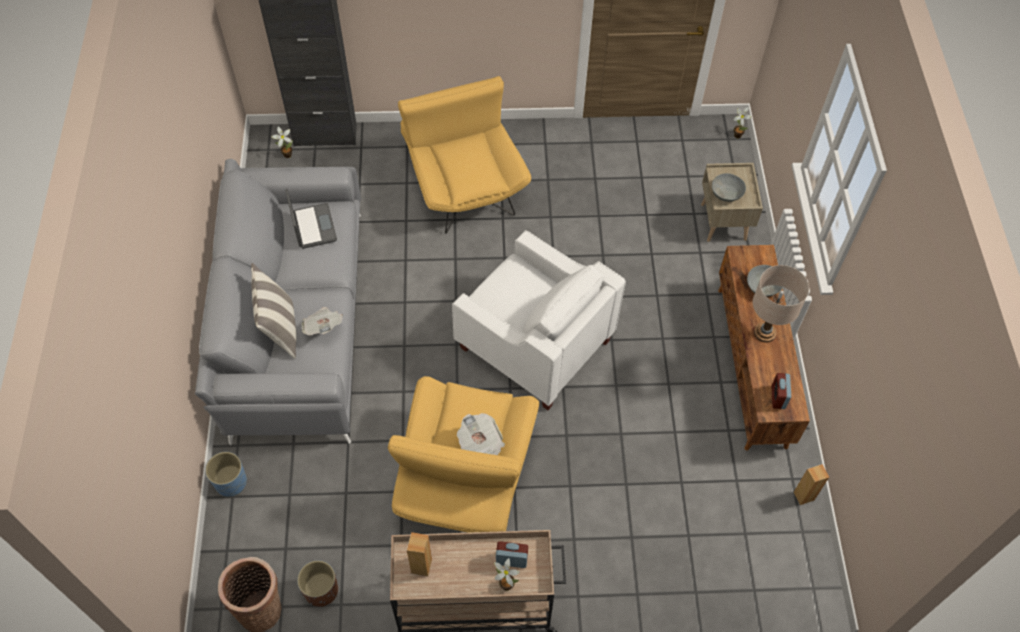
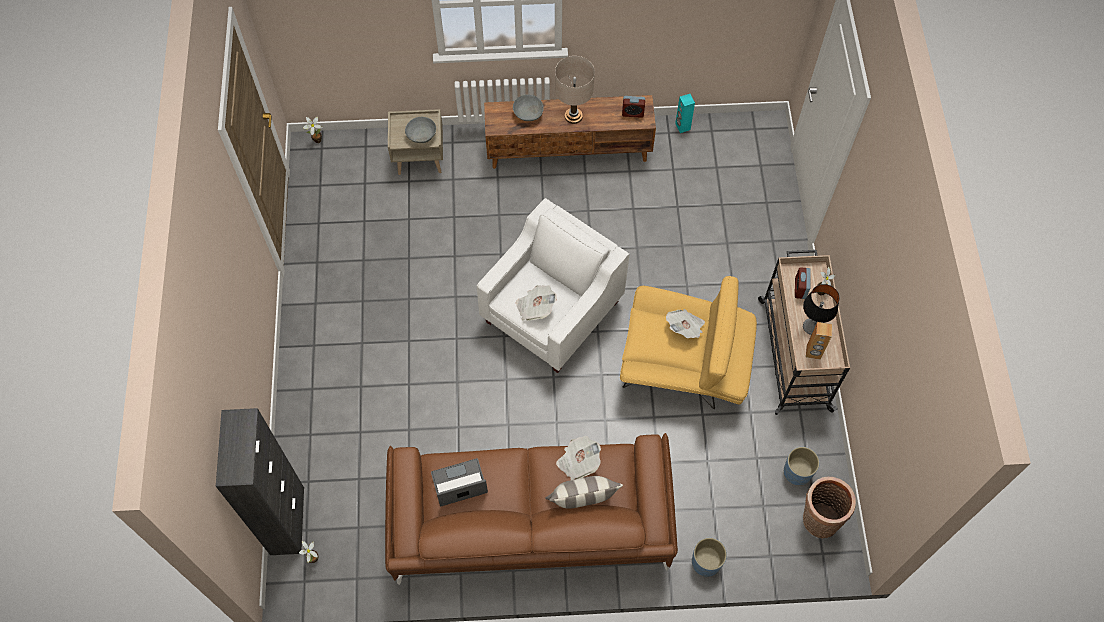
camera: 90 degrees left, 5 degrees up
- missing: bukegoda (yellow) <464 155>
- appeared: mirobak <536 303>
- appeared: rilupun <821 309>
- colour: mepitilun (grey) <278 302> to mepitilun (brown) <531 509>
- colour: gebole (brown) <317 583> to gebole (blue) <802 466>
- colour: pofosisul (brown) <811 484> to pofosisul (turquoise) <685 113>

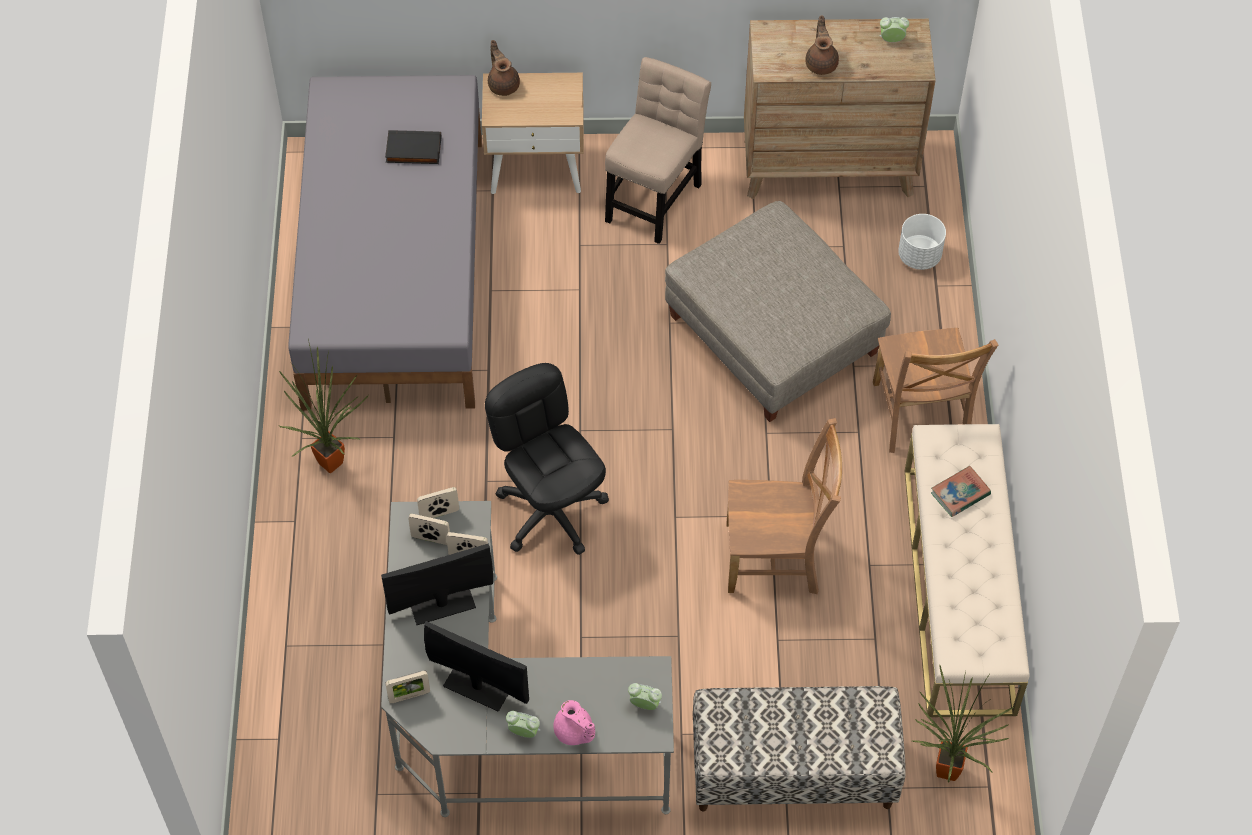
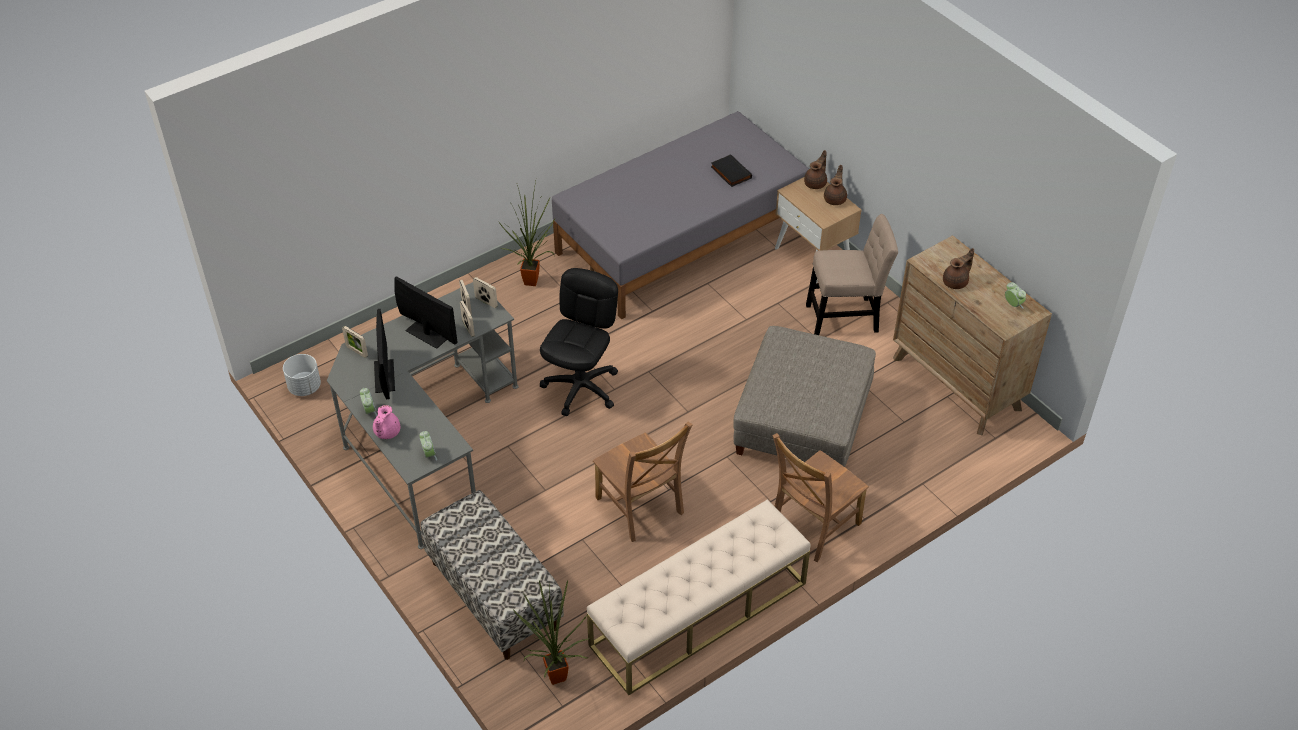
camera: 55 degrees right, 10 degrees down
- missing: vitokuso <961 491>
- appeared: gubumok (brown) <835 185>
- relocated: gebole (white) <922 242> to <302 375>

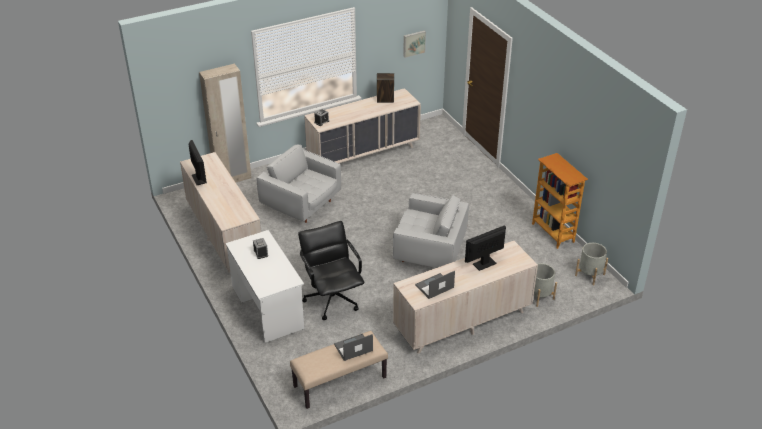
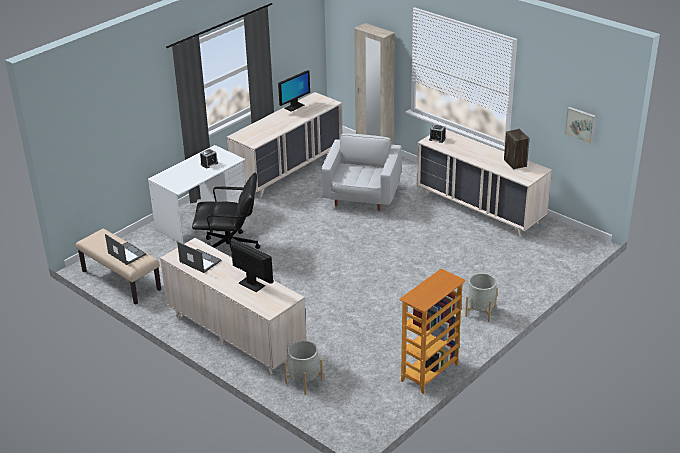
camera: 70 degrees right, 5 degrees down
- missing: bukegoda (white) <431 230>
- relocated: gebole (grey) <591 264> to <481 297>
- spun: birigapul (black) <331 270> = <226 211> 45 degrees clockwise

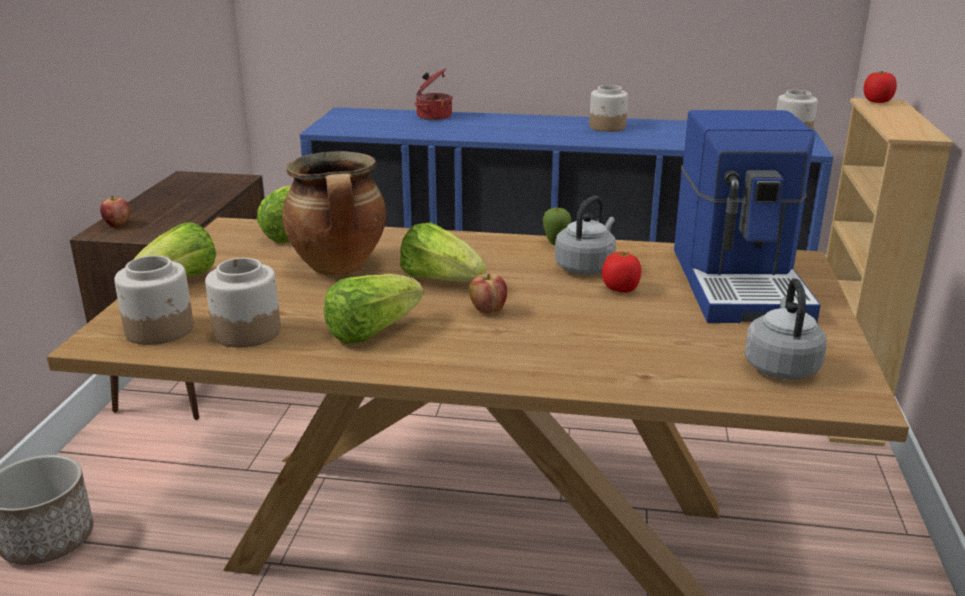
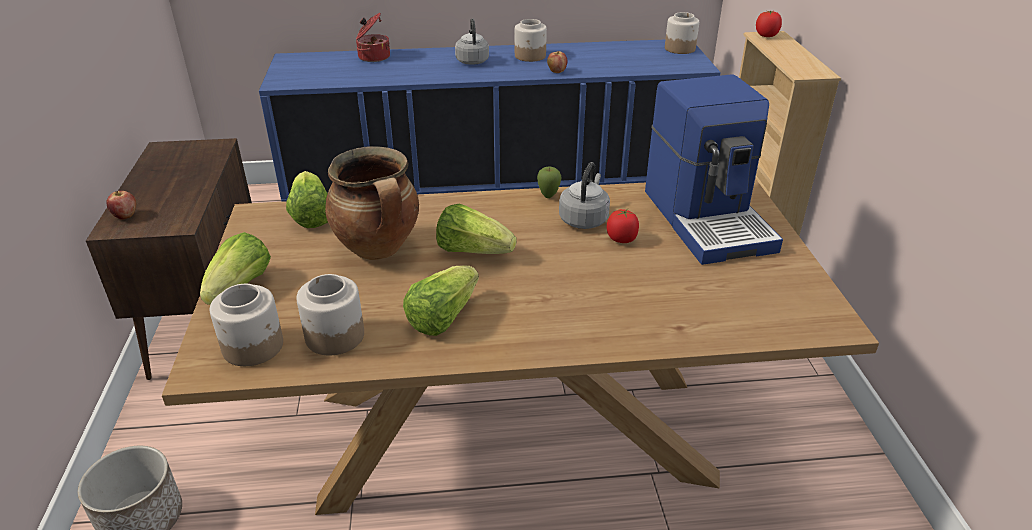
camera: 15 degrees left, 10 degrees up
- relocated: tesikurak <488 294> to <557 62>
- relocated: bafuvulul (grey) <786 328> to <472 41>

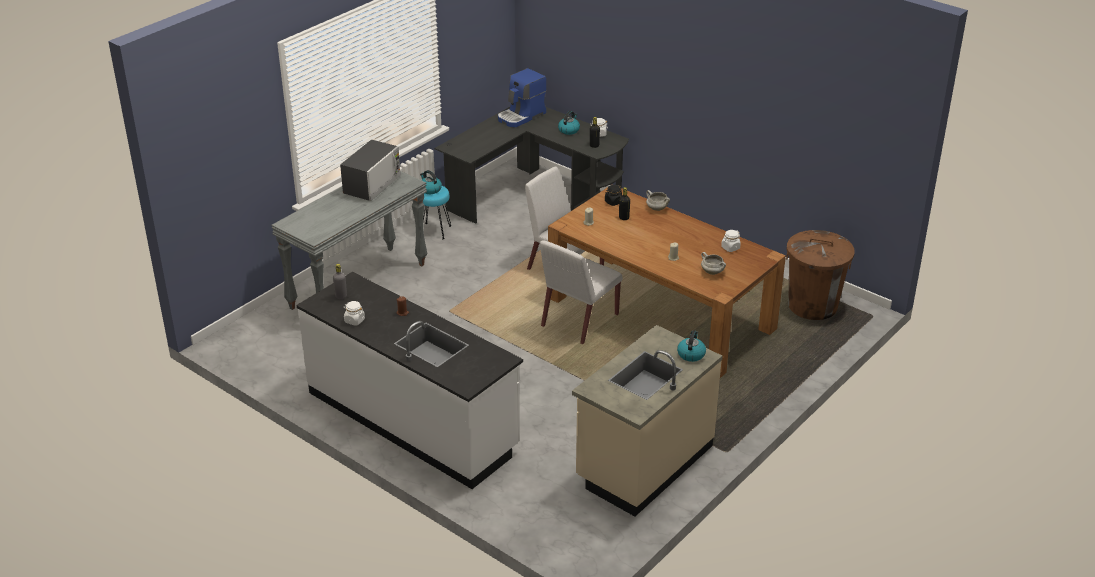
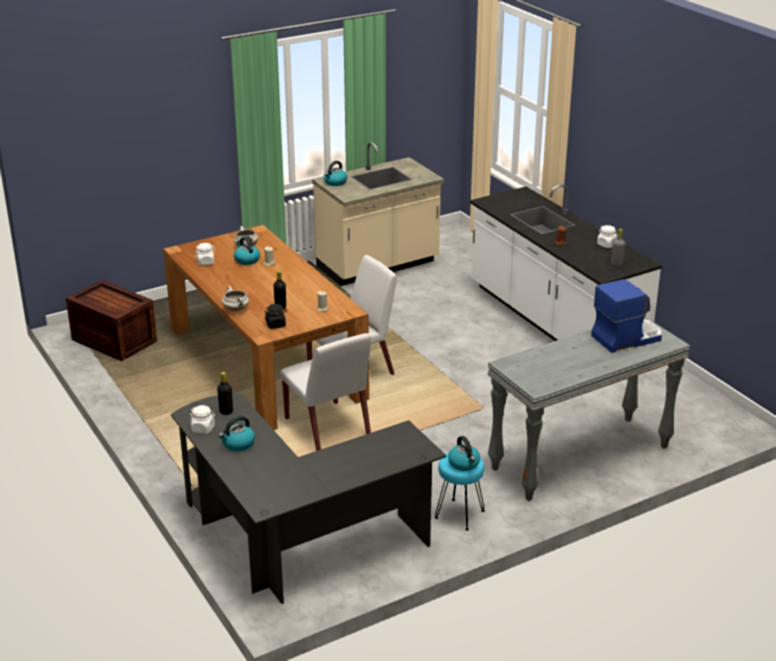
camera: 160 degrees left, 5 degrees down
- missing: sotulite <370 170>
- appeared: bafuvulul <247 251>
- relocated: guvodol <522 97> to <626 316>
- exchanged: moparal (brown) <820 275> to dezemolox <111 320>

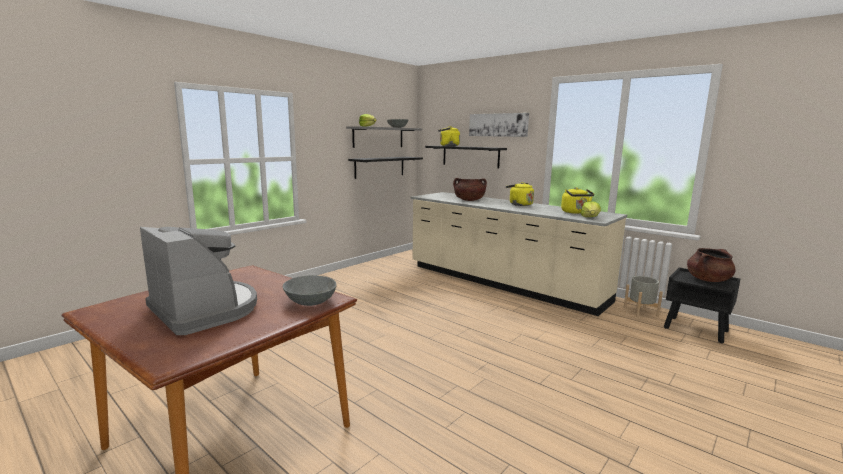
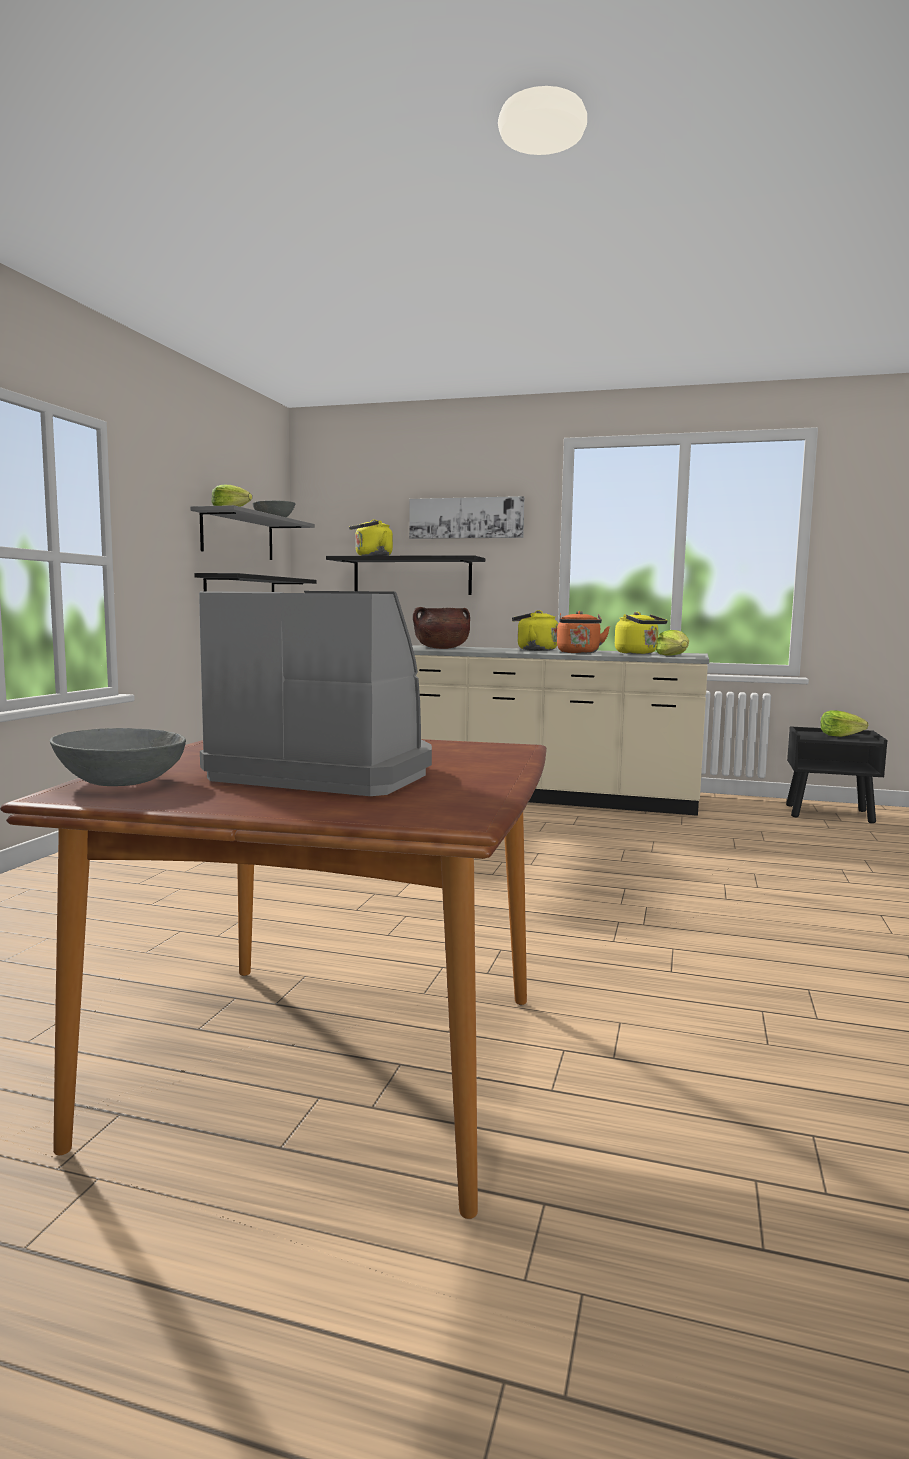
camera: 25 degrees left, 5 degrees down
- missing: gebole (grey) <643 296>
- appeared: bafuvulul (orange) <583 632>
- relocated: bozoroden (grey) <309 290> to <118 757>
- exchanged: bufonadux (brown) <711 265> to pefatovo <844 723>

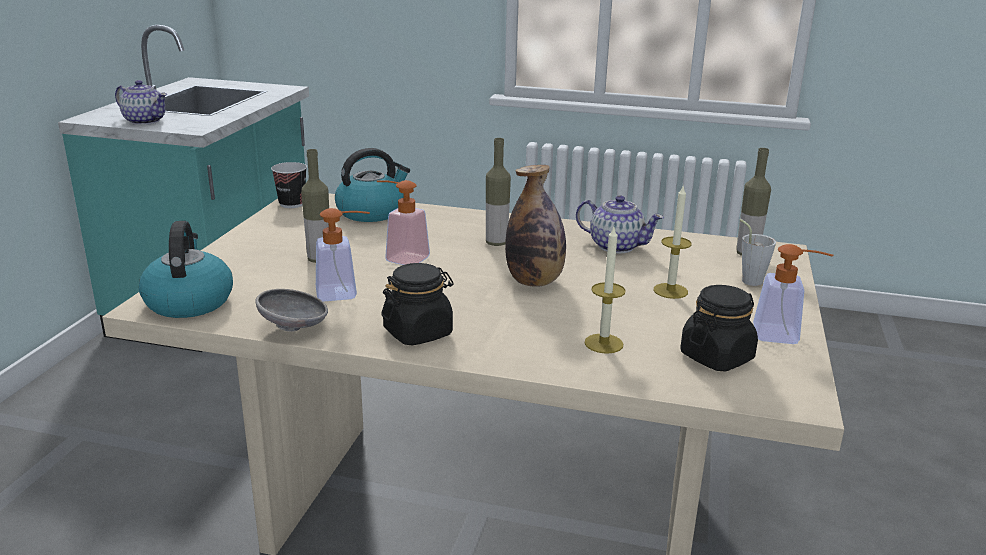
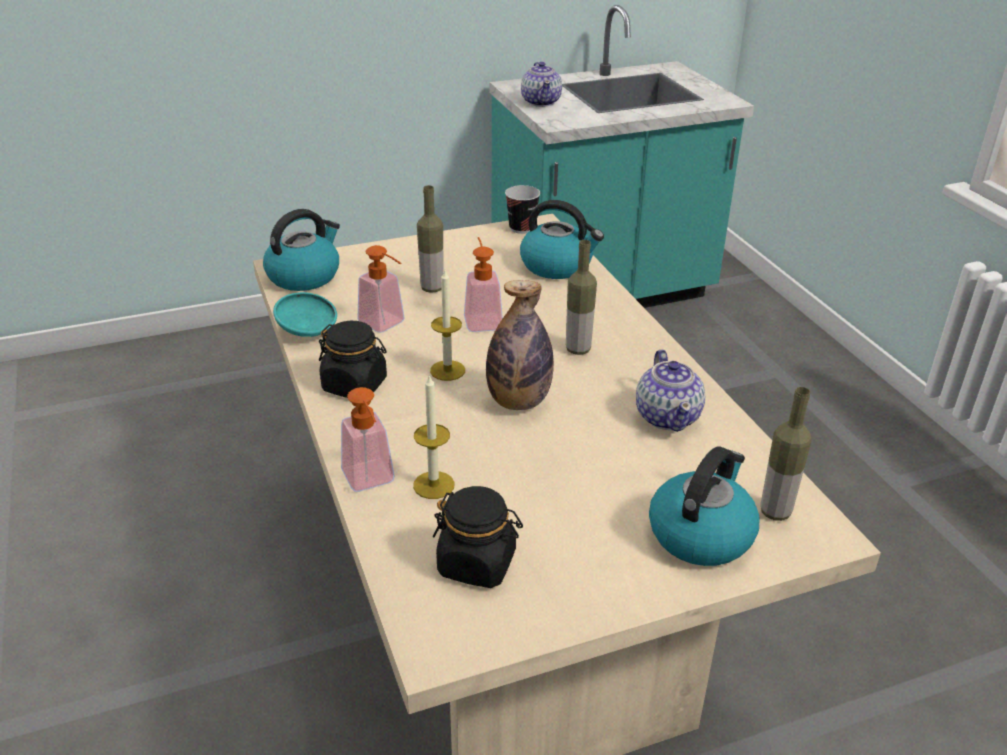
camera: 55 degrees right, 10 degrees up
- relocated: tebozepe <672 241> to <447 325>
- relocated: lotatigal <793 294> to <367 439>
- exchanged: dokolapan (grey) <758 252> to bafuvulul <704 506>
- colour: bozoroden (grey) <291 310> to bozoroden (turquoise) <305 314>

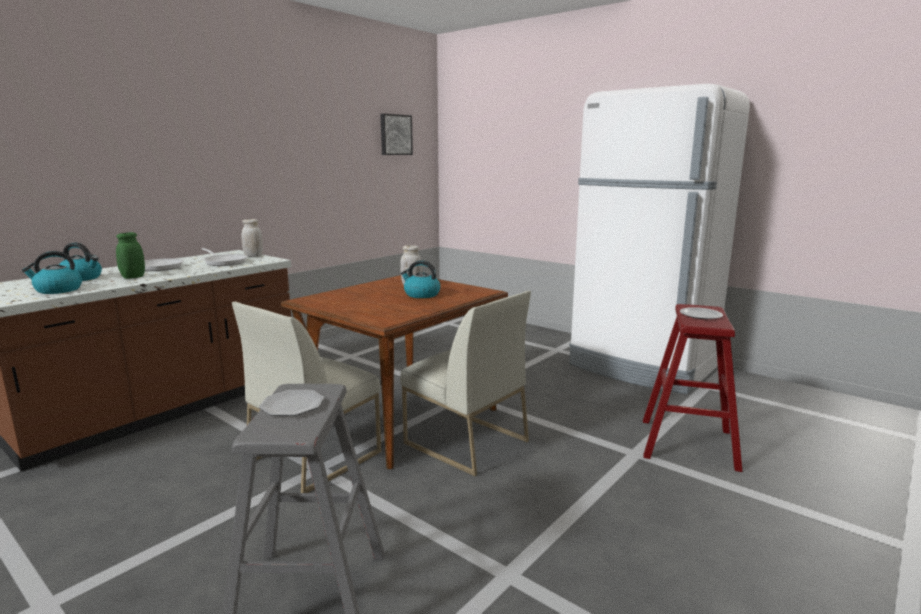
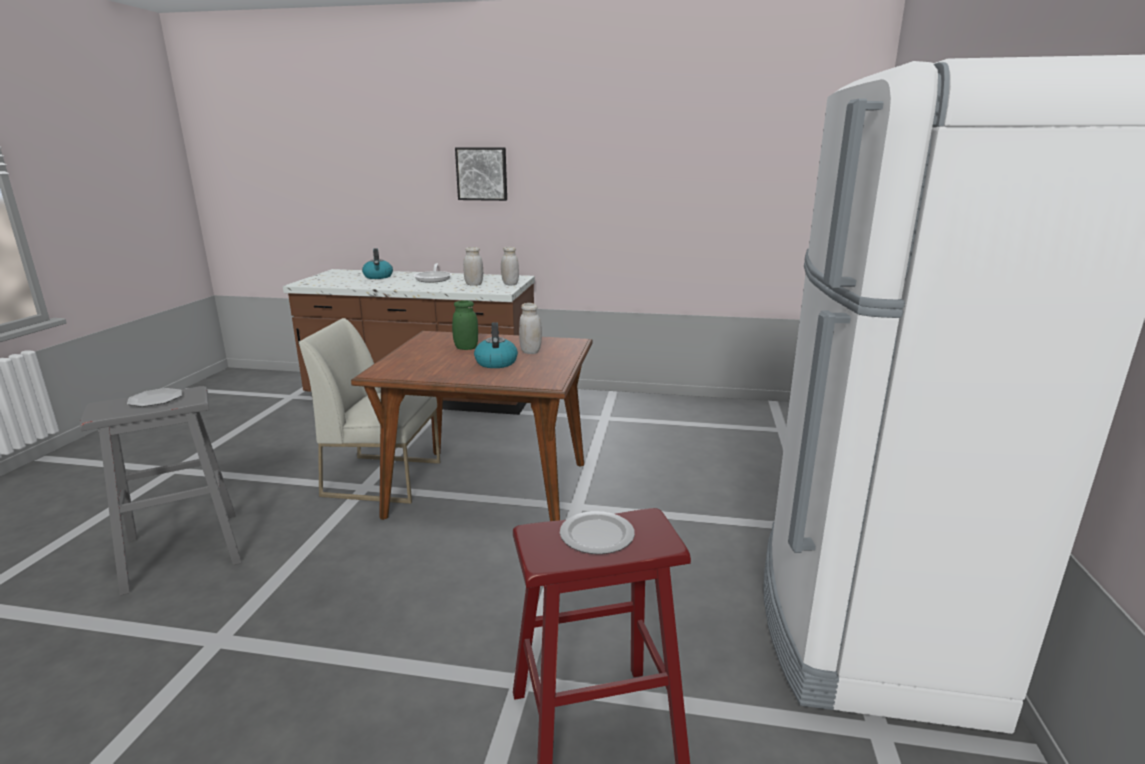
camera: 60 degrees right, 5 degrees up
- missing: bafuvulul <51 272>
- missing: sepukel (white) <465 383>
- relocated: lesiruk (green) <130 255> to <465 325>
- relocated: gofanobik <396 134> to <481 174>
- exchanged: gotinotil <224 257> to lesiruk (white) <473 266>

